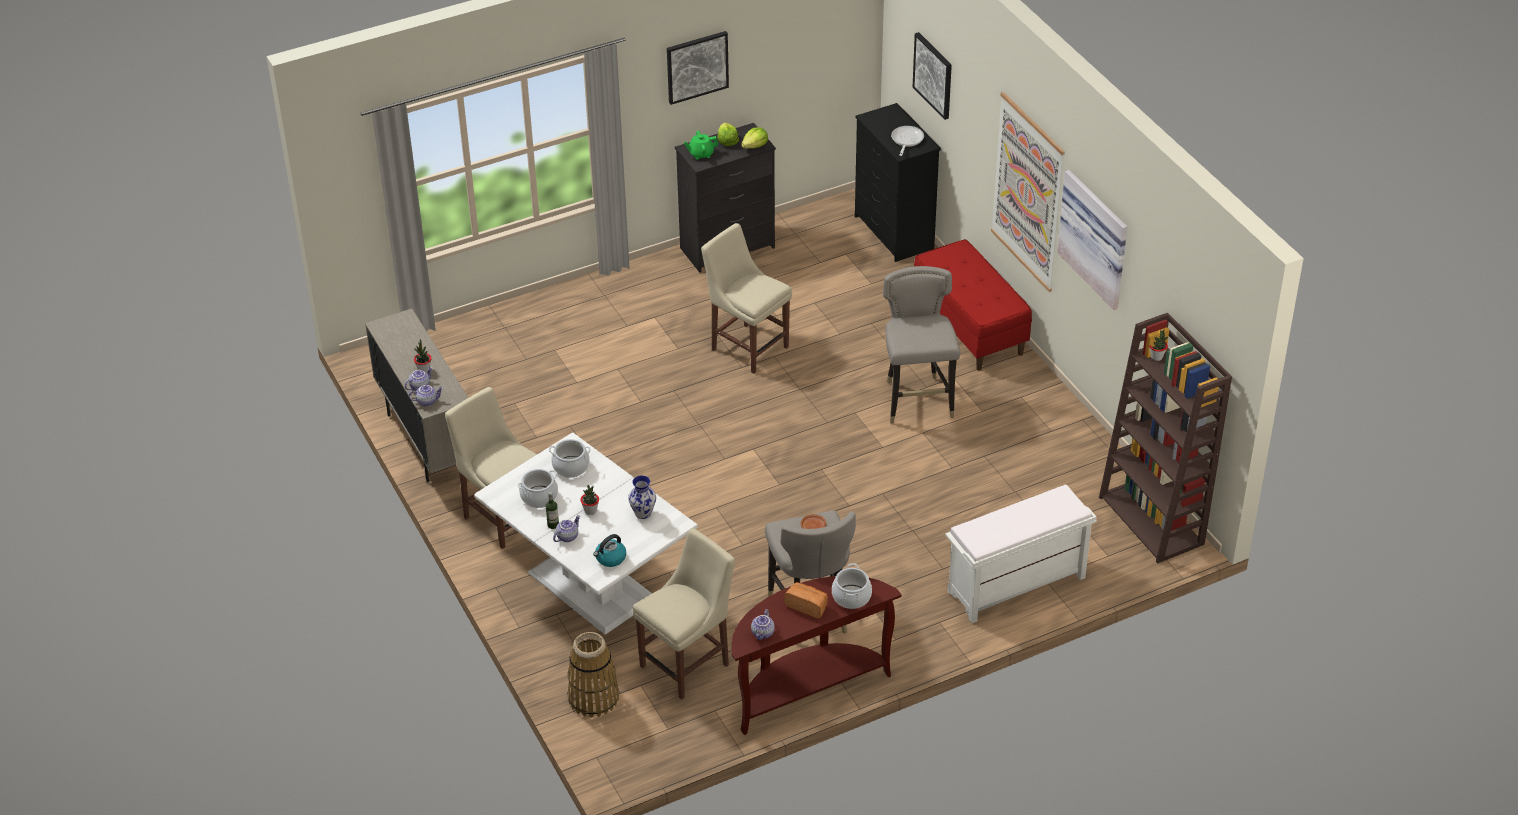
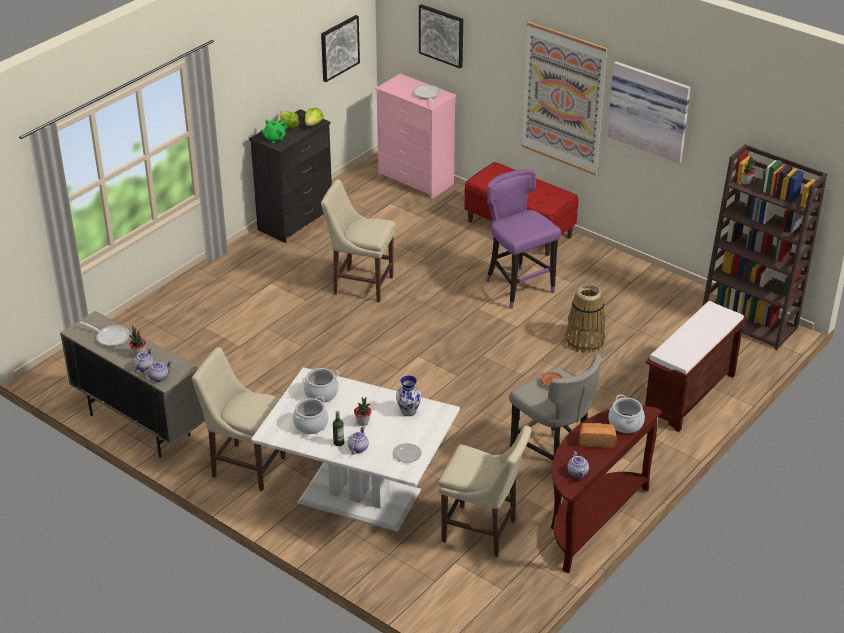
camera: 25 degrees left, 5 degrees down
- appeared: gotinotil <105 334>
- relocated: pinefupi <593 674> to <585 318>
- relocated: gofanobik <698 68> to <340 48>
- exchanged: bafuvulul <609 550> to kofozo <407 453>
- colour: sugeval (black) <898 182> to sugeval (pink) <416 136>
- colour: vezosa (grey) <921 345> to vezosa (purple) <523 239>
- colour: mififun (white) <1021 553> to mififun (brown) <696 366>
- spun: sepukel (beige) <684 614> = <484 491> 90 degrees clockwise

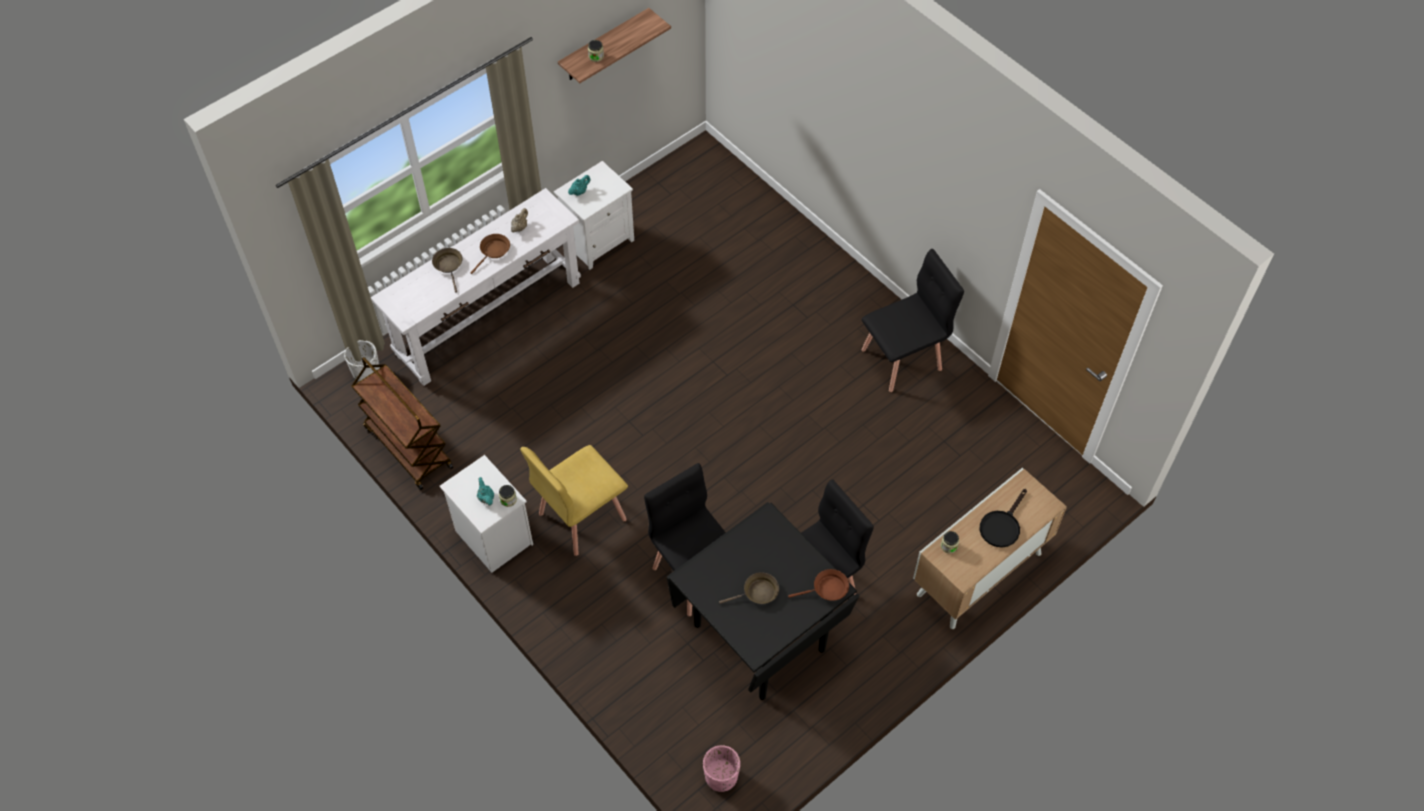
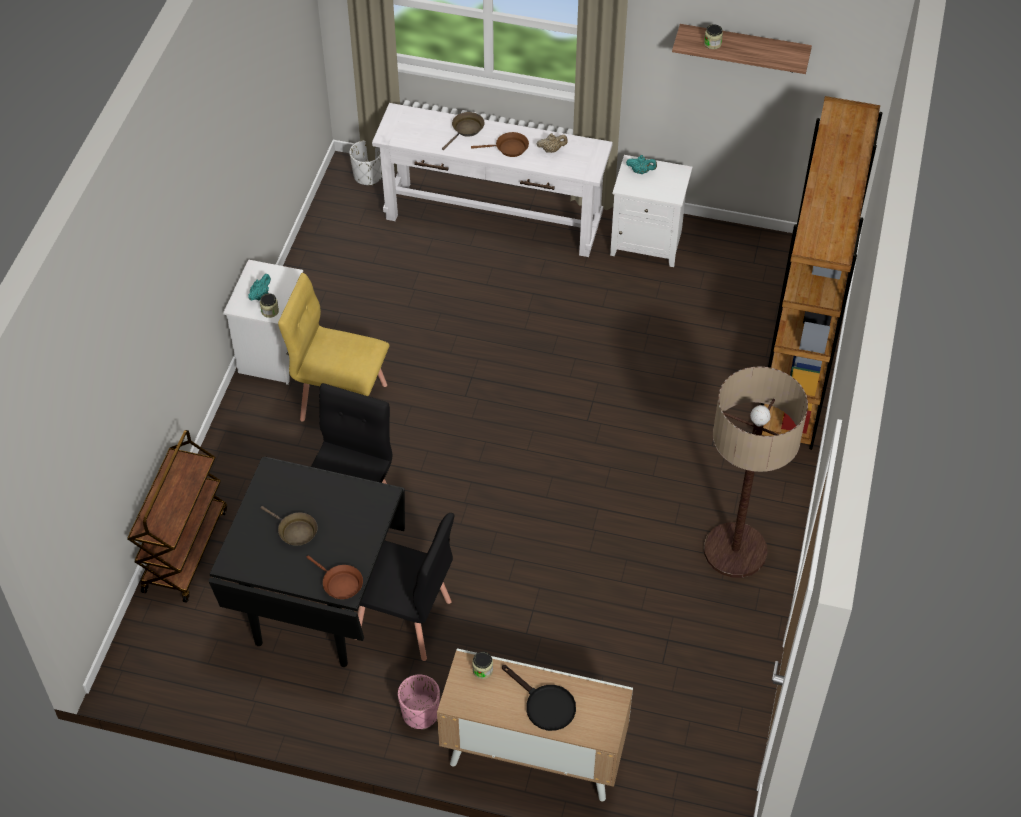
camera: 55 degrees right, 5 degrees down
- appeared: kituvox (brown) <821 273>
- relocated: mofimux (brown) <402 423> to <177 516>
- relocated: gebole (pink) <721 768> to <419 701>
- exchanged: sepukel (black) <912 320> to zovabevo <756 472>
- spun: gotinotil (black) <1003 518> = <539 698> 135 degrees counterclockwise

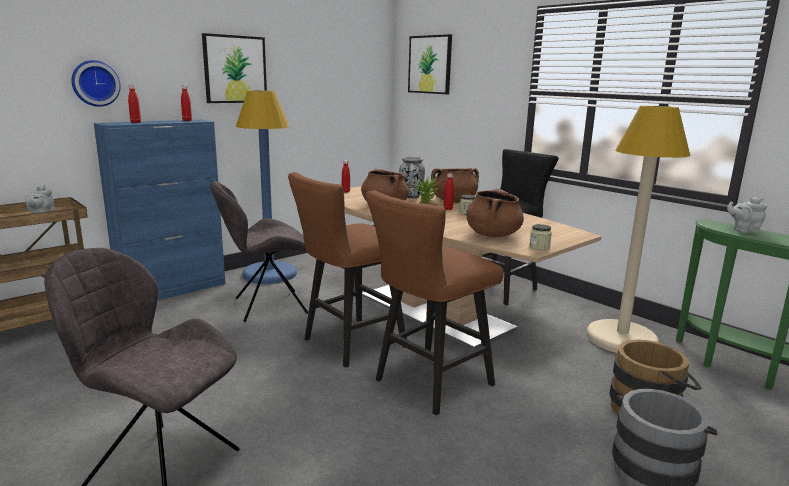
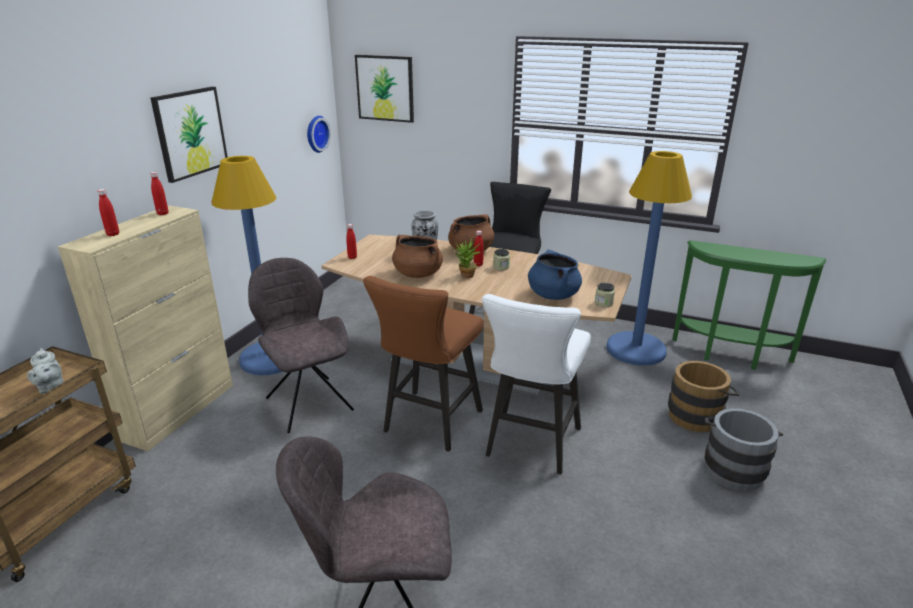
camera: 25 degrees left, 10 degrees up
- missing: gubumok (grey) <747 215>
- relocated: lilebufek <96 83> to <319 134>
- colour: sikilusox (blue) <159 210> to sikilusox (beige) <145 328>
- colour: vezosa (brown) <435 302> to vezosa (white) <536 384>
- colour: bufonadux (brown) <495 213> to bufonadux (blue) <555 274>
- colour: zovabevo (beige) <638 229> to zovabevo (blue) <649 258>
- spun: sepukel (grey) <259 251> = <301 345> 105 degrees clockwise

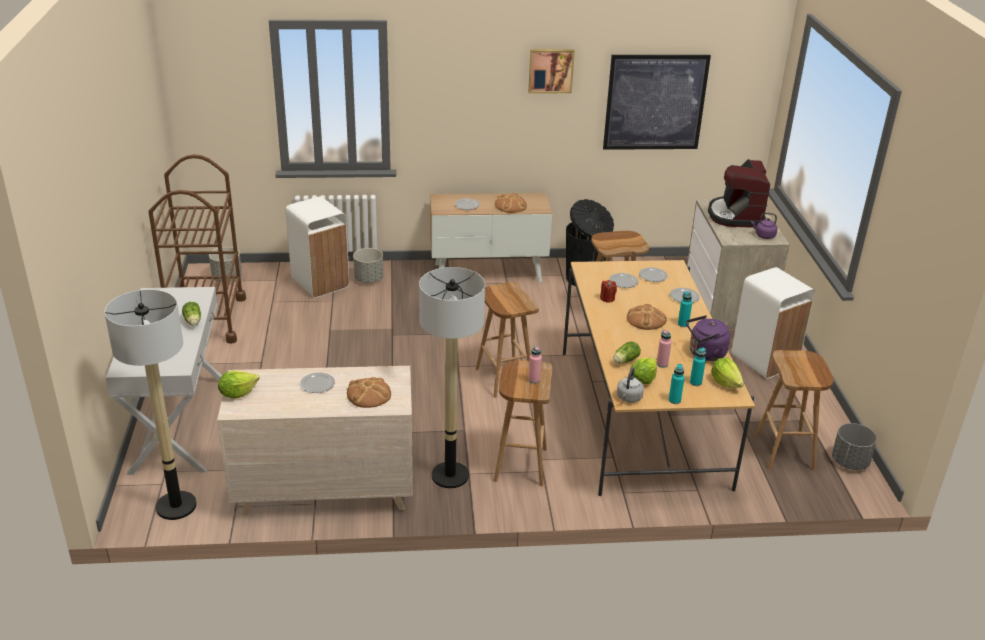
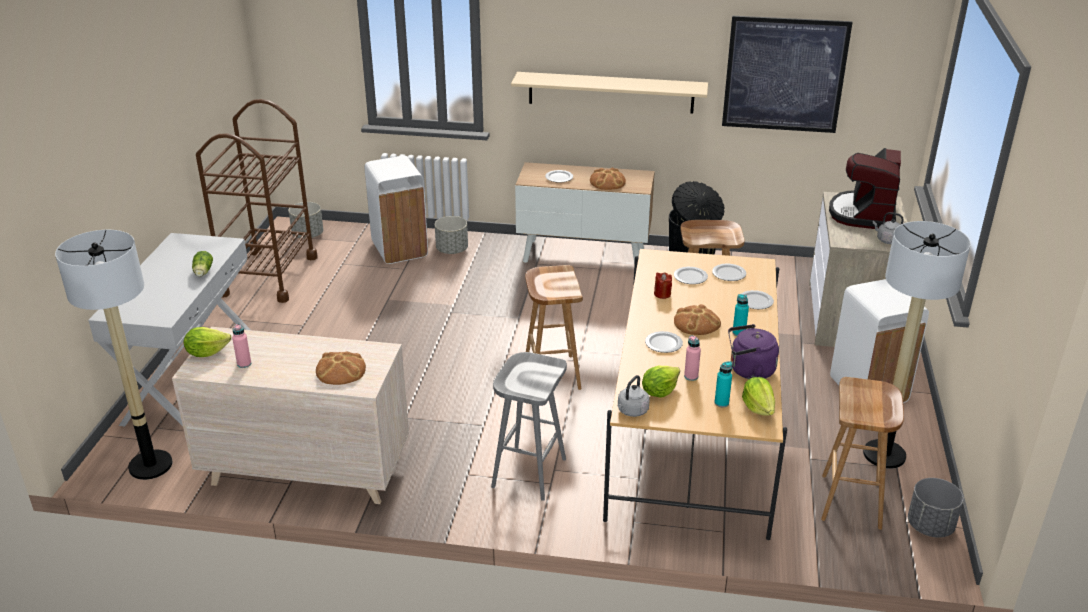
camera: 15 degrees right, 0 degrees up
- missing: gofanobik <551 71>
- missing: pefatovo <627 352>
- missing: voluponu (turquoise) <677 384>
- appeared: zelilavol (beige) <609 92>
- relocated: kofozo <317 383> to <664 342>
- relocated: zovabevo <452 377> to <917 345>
- relocated: voluponu (pink) <535 364> to <241 346>
- colour: vezosa (brown) <523 423> to vezosa (grey) <529 426>
- colour: bafuvulul (purple) <764 225> to bafuvulul (grey) <888 228>

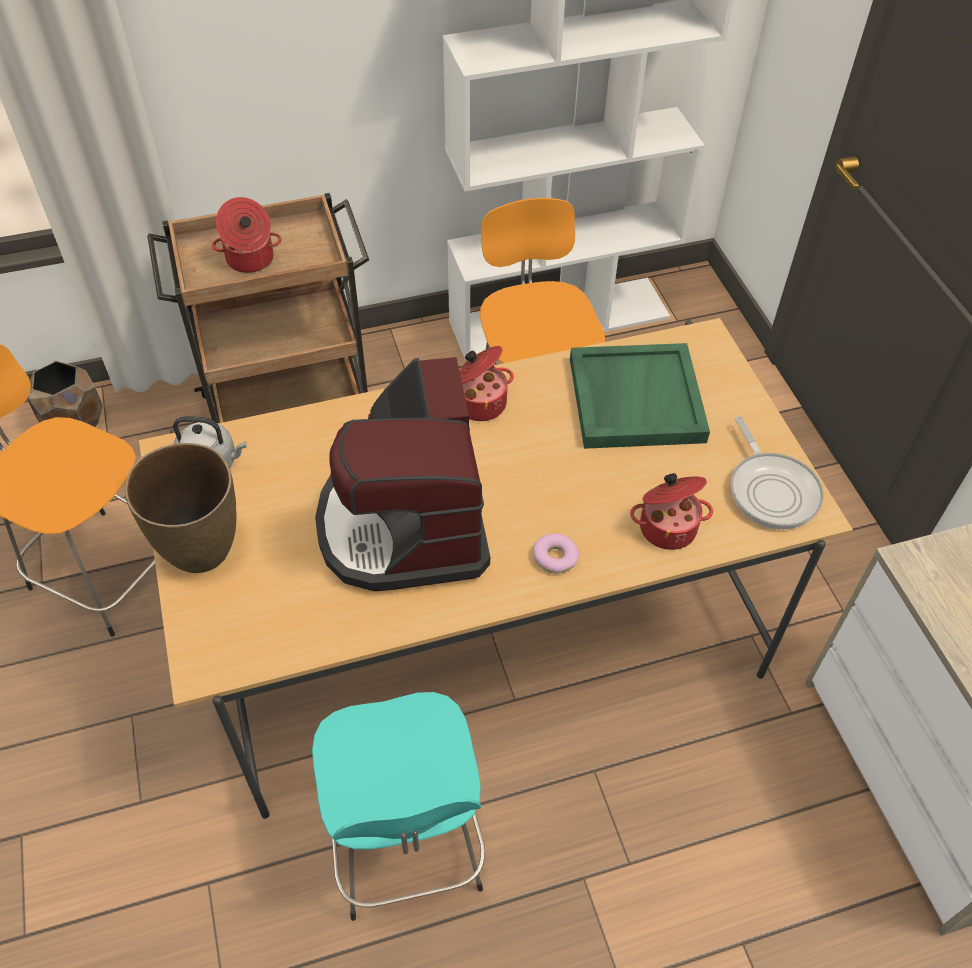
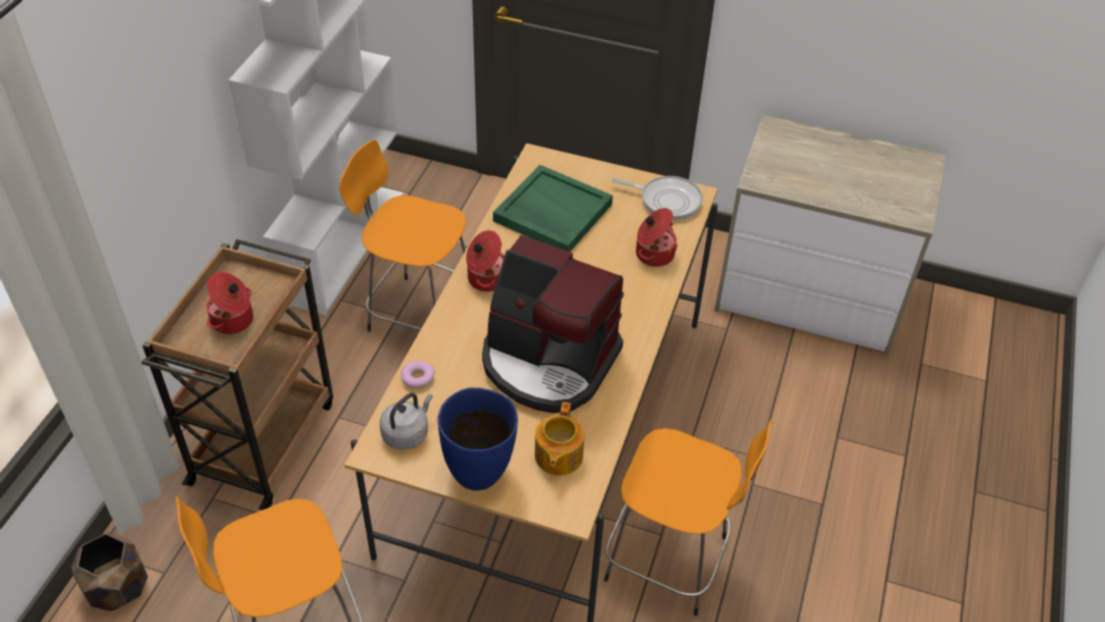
camera: 55 degrees left, 5 degrees down
- appeared: gubumok <559 438>
- relocated: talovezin <556 553> to <418 375>
- colour: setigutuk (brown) <181 508> to setigutuk (blue) <478 438>
- colour: vezosa (turquoise) <398 806> to vezosa (orange) <688 518>

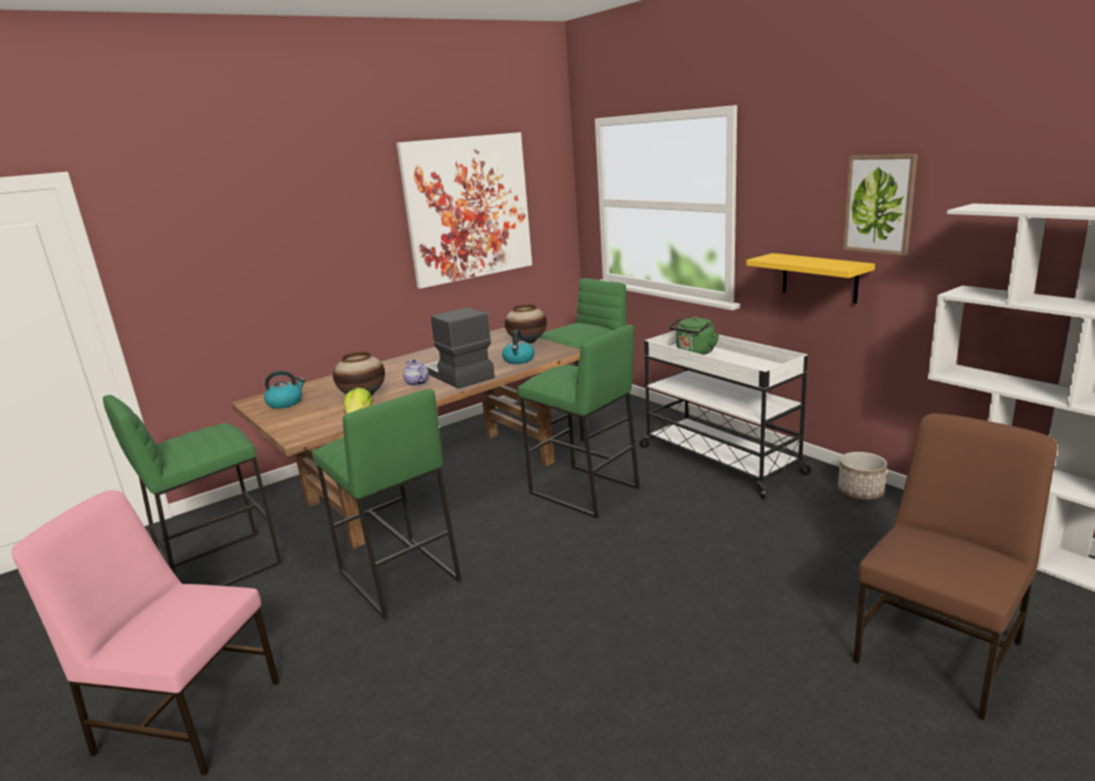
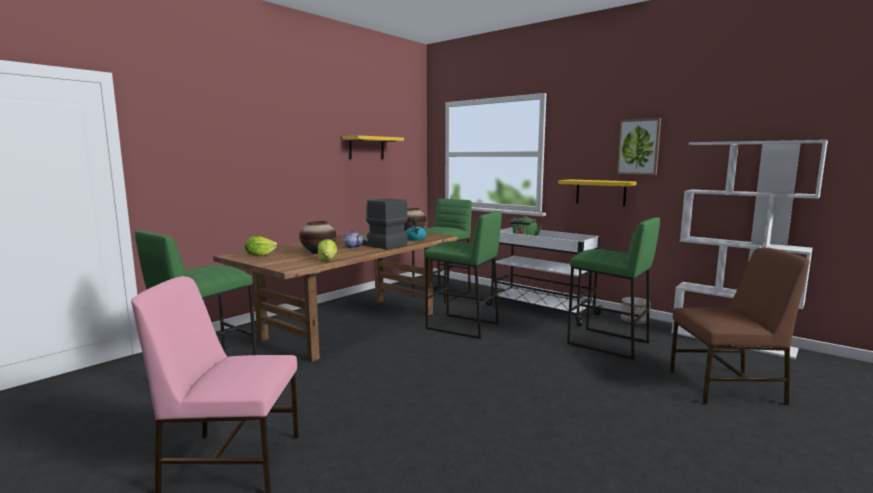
camera: 15 degrees left, 10 degrees down
- relocated: vezosa (green) <387 504> to <613 288>
- exchanged: bafuvulul <284 389> to pefatovo <261 246>
- exchanged: gofanobik <464 210> to zelilavol (yellow) <373 147>
- spun: sepukel (brown) <955 567> = <740 326> 60 degrees clockwise

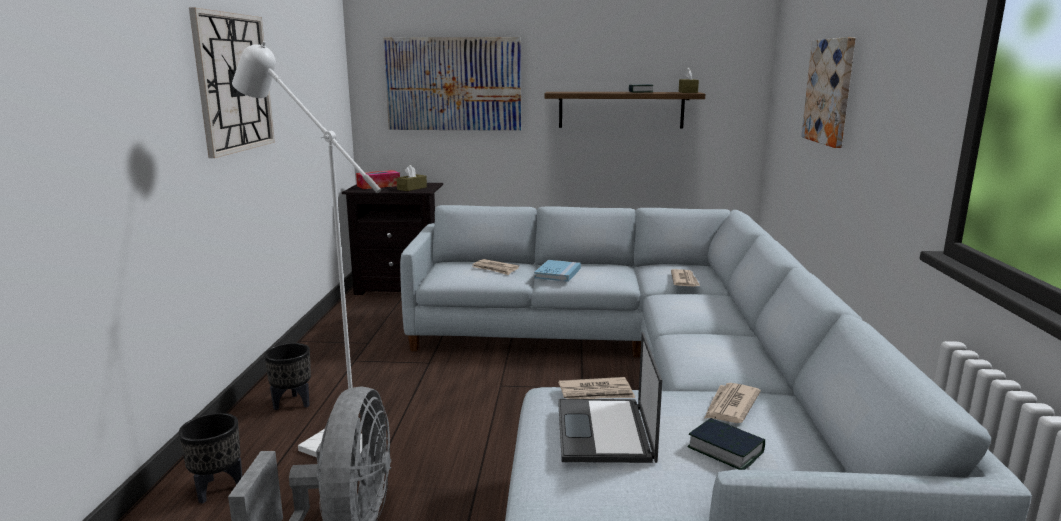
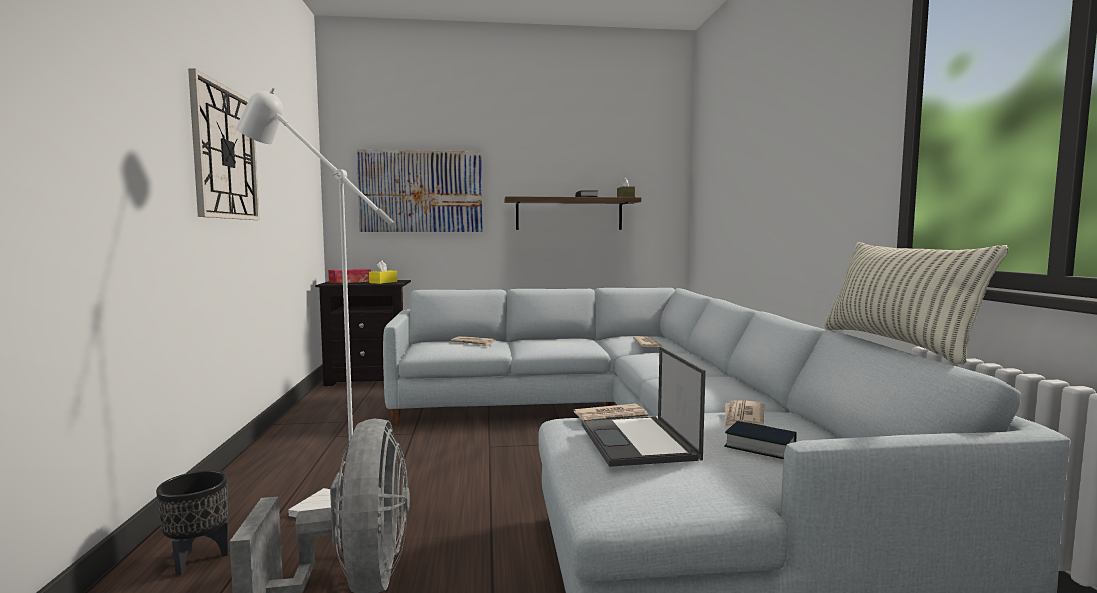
camera: 10 degrees left, 10 degrees down
- missing: gebole (black) <287 376>
- missing: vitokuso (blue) <557 271>
- missing: gofanobik <828 92>
- appeared: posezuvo <916 303>
- colour: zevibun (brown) <411 178> to zevibun (yellow) <383 272>

